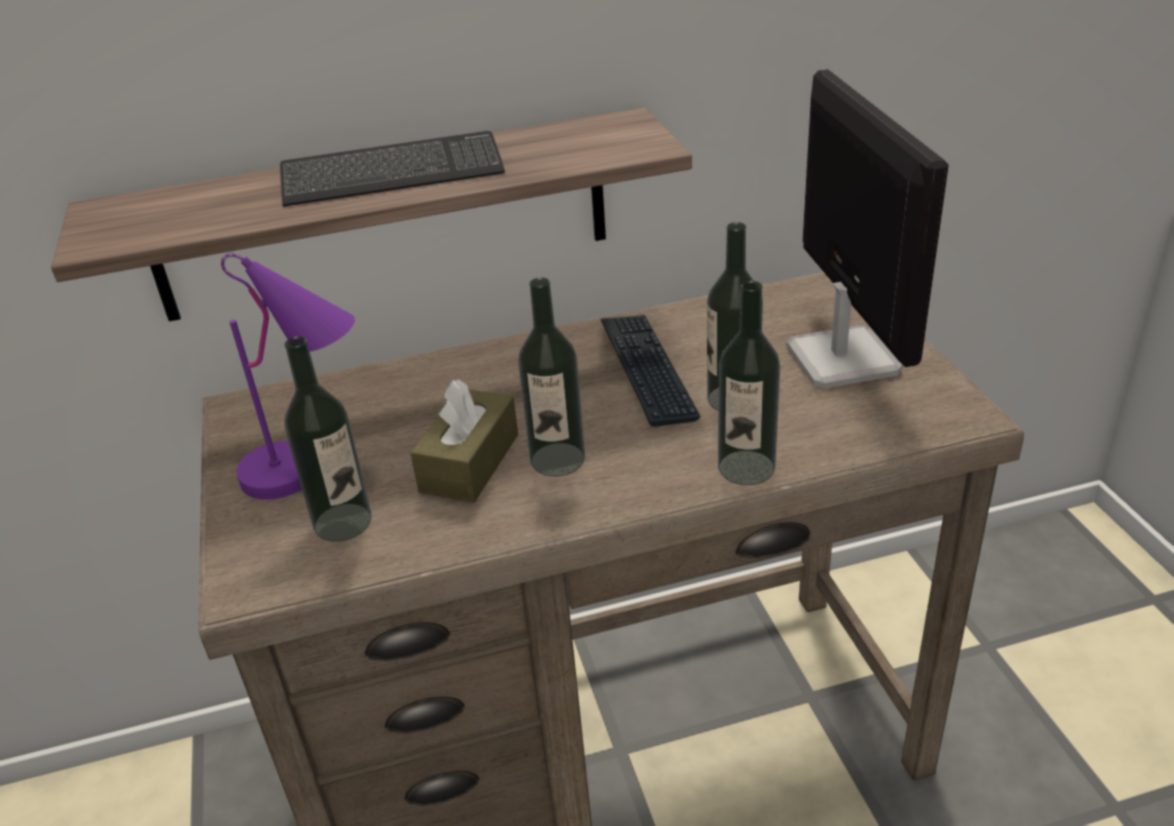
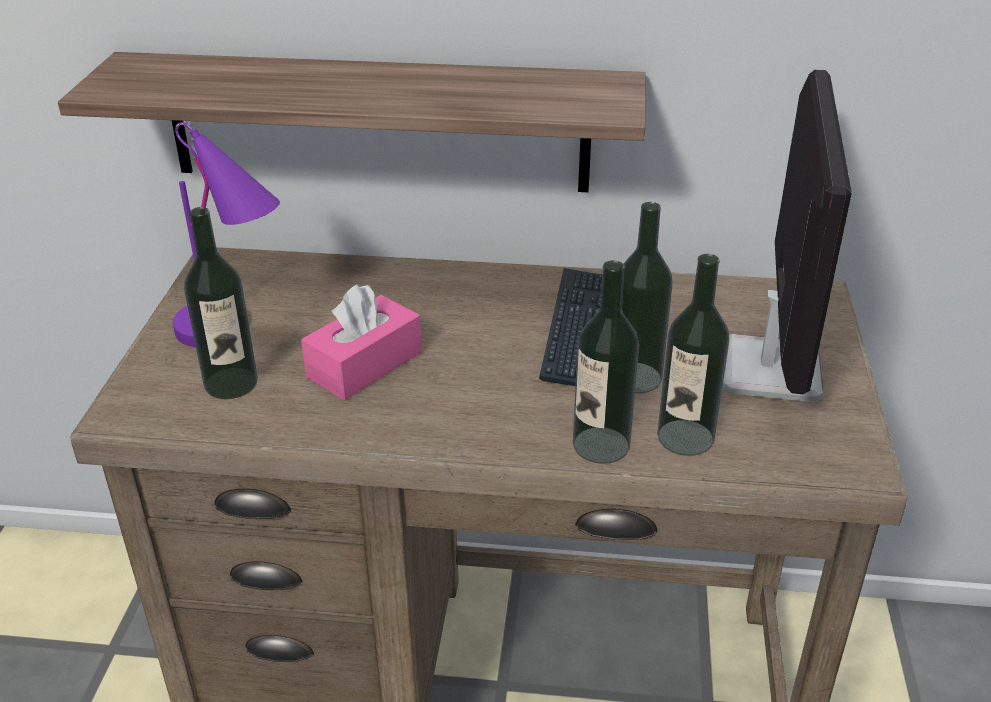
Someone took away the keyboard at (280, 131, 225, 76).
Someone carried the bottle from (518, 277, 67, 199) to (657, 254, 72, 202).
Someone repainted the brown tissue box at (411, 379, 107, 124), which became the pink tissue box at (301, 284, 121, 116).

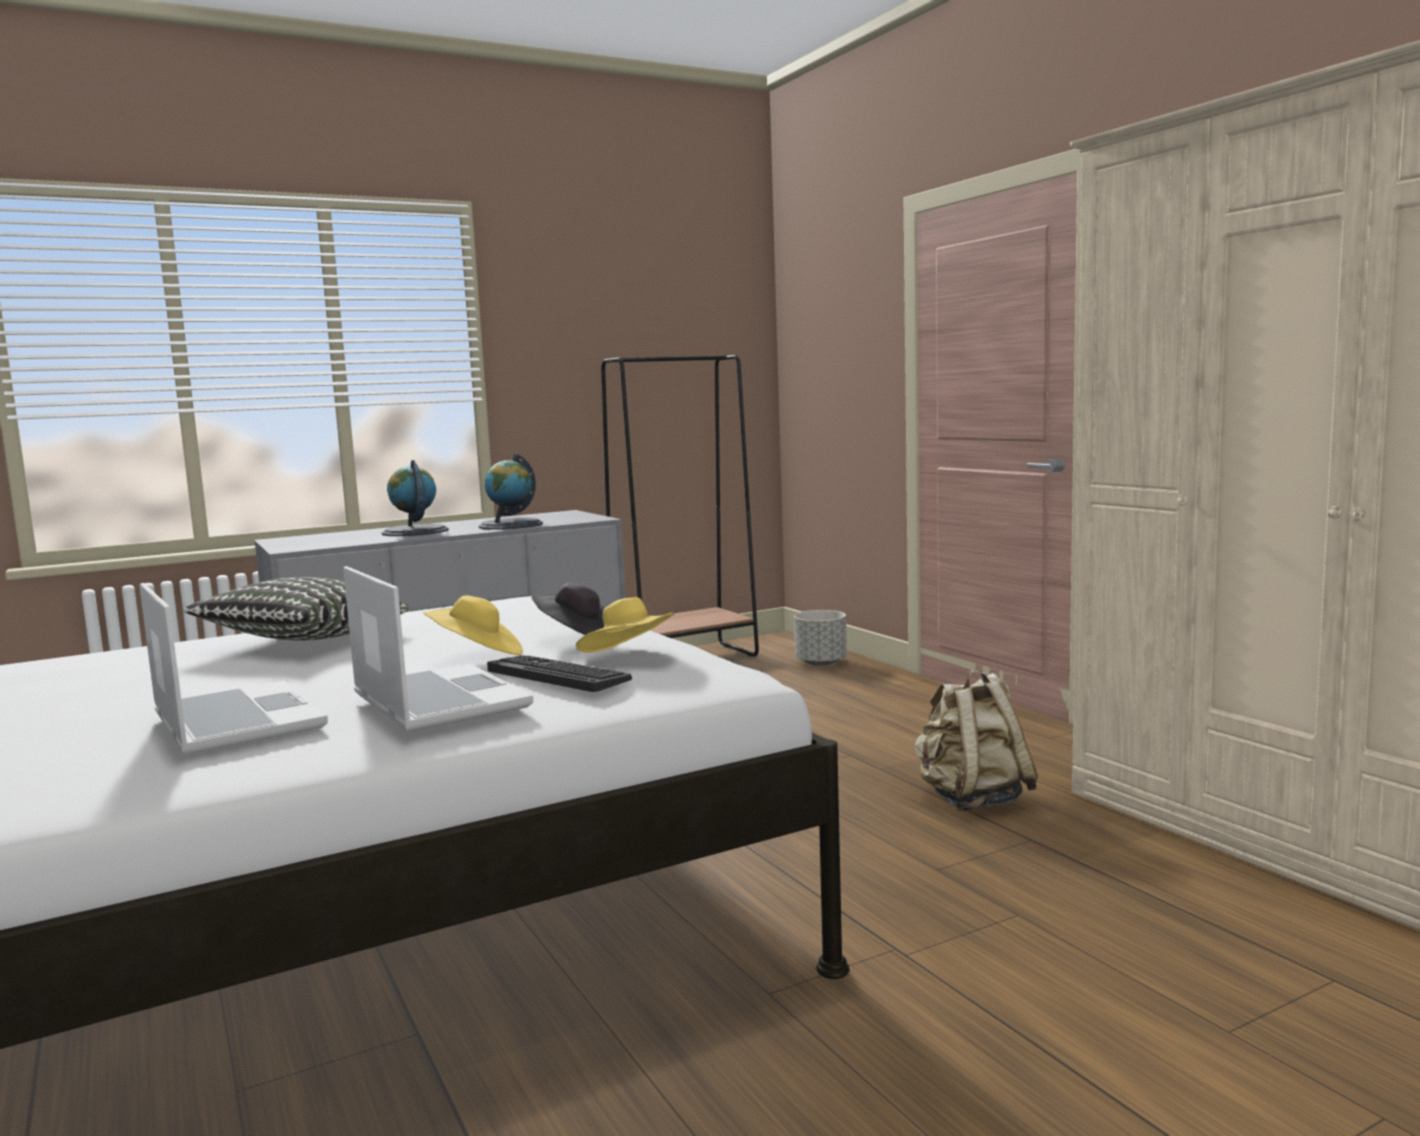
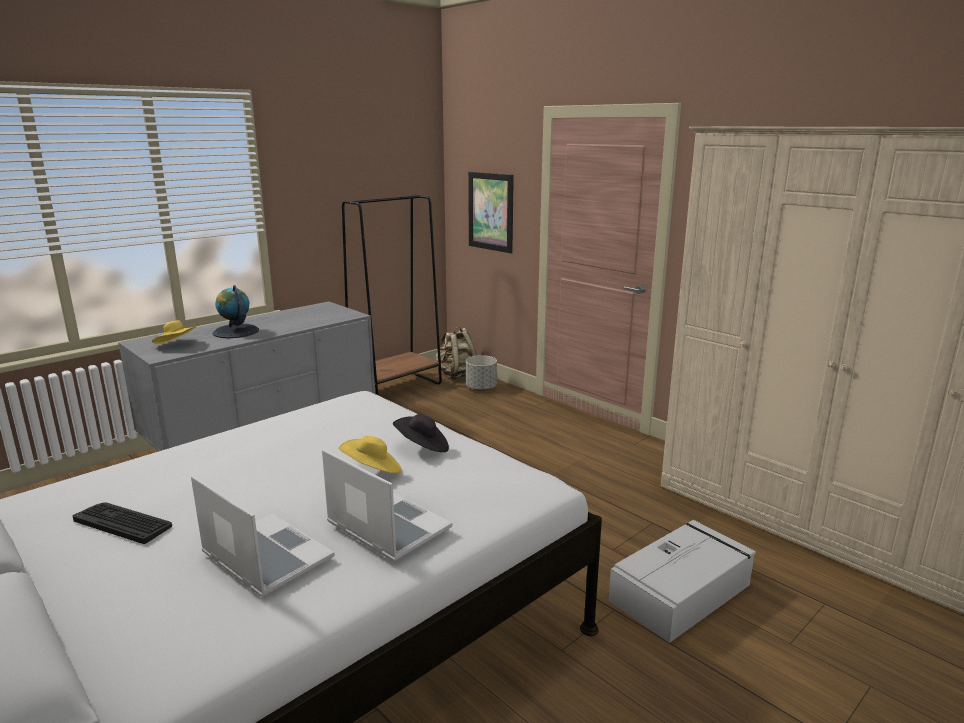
Someone took away the globe at (479, 454, 64, 76).
Someone took away the pillow at (183, 577, 225, 63).
Someone carried the yellow hat from (576, 597, 98, 56) to (152, 320, 44, 24).
Someone carried the keyboard from (487, 655, 145, 37) to (73, 502, 99, 42).
Someone carried the beige backpack from (914, 670, 124, 141) to (435, 327, 42, 53).
Someone put up the picture at (468, 172, 46, 81).
Someone put down the grey storage box at (608, 520, 148, 123).

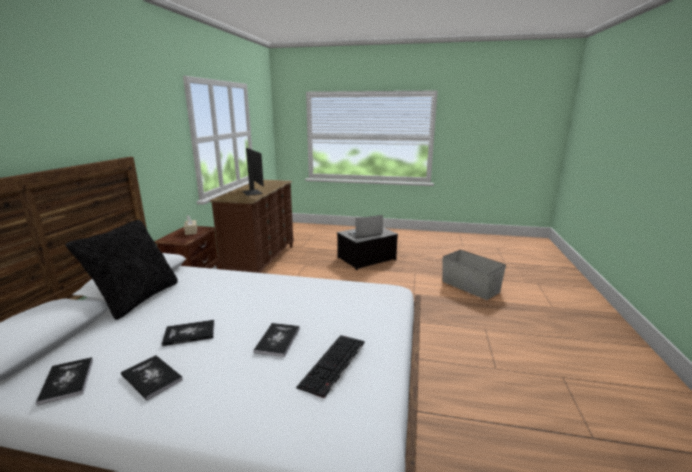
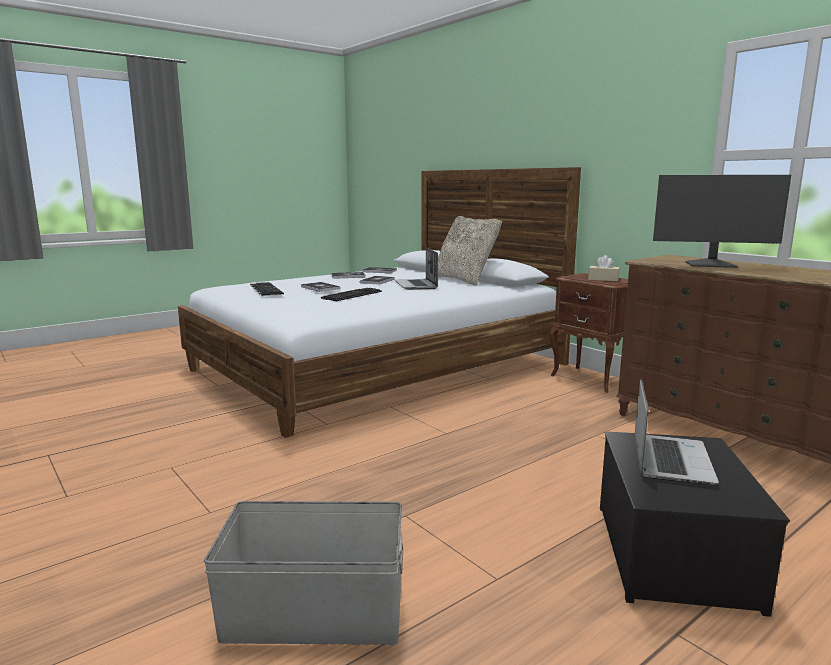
Someone repainted the black pillow at (66, 220, 112, 100), which became the beige pillow at (438, 216, 64, 69).
Someone put down the laptop at (395, 248, 43, 42).
Someone put down the keyboard at (321, 288, 61, 13).

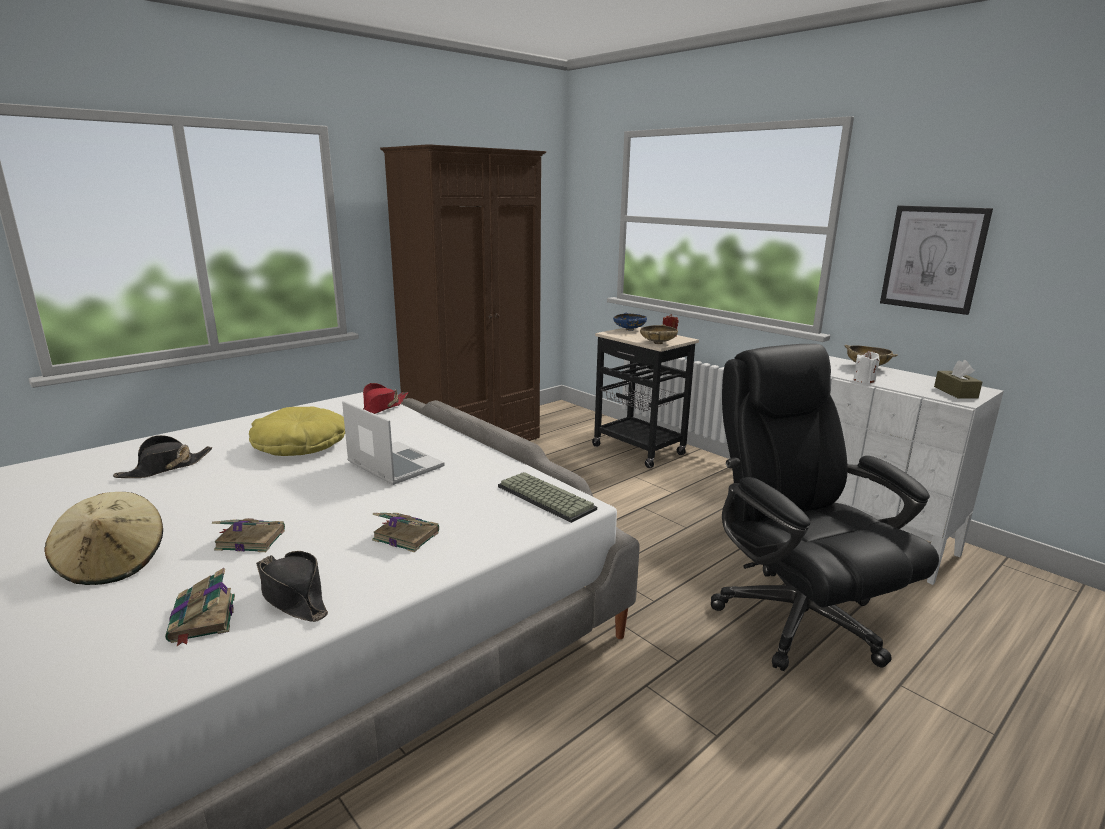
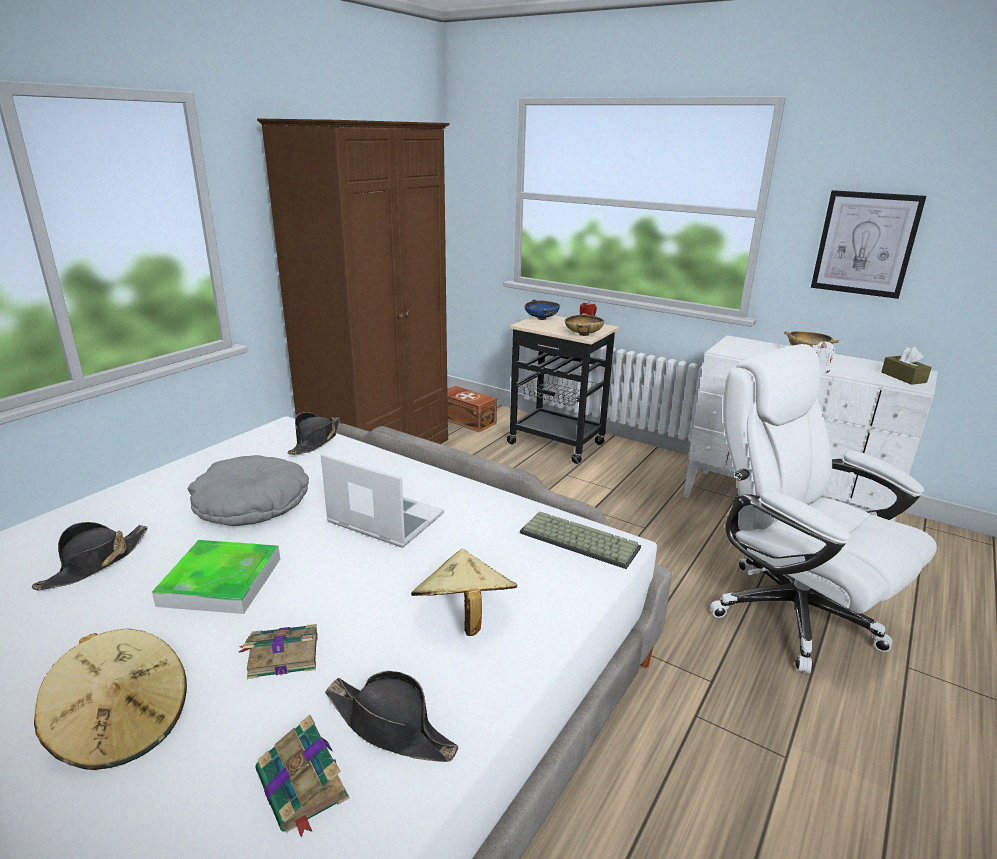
Someone repainted the black office chair at (711, 344, 228, 327), which became the white office chair at (710, 344, 227, 329).
Someone repainted the red hat at (363, 383, 45, 31), which became the black hat at (287, 412, 54, 43).
Someone repainted the yellow pillow at (249, 407, 96, 49), which became the grey pillow at (188, 455, 121, 71).
Someone swapped the book at (372, 513, 67, 39) for the beige hat at (411, 549, 106, 87).
Someone put down the brown storage box at (447, 386, 50, 46).
Someone put down the tray at (152, 540, 128, 74).

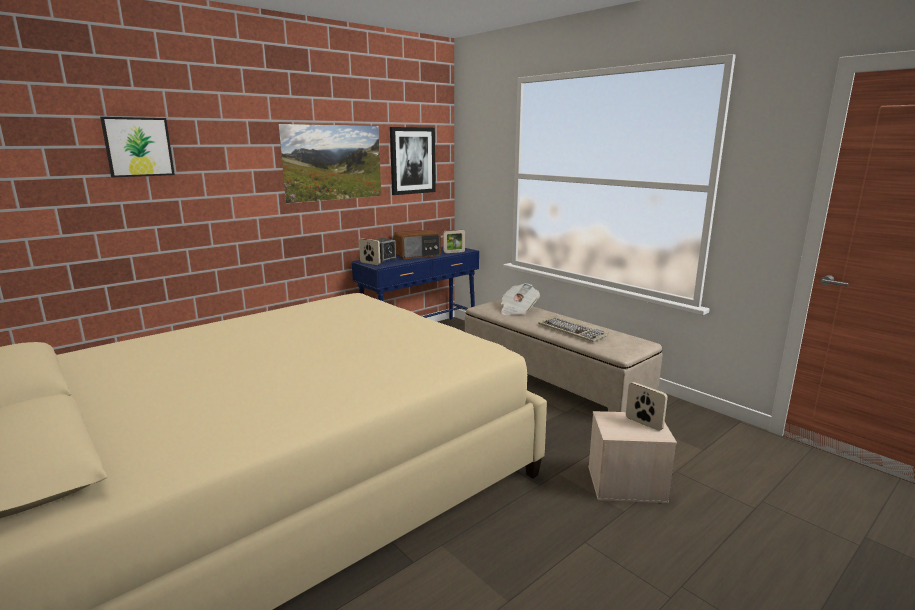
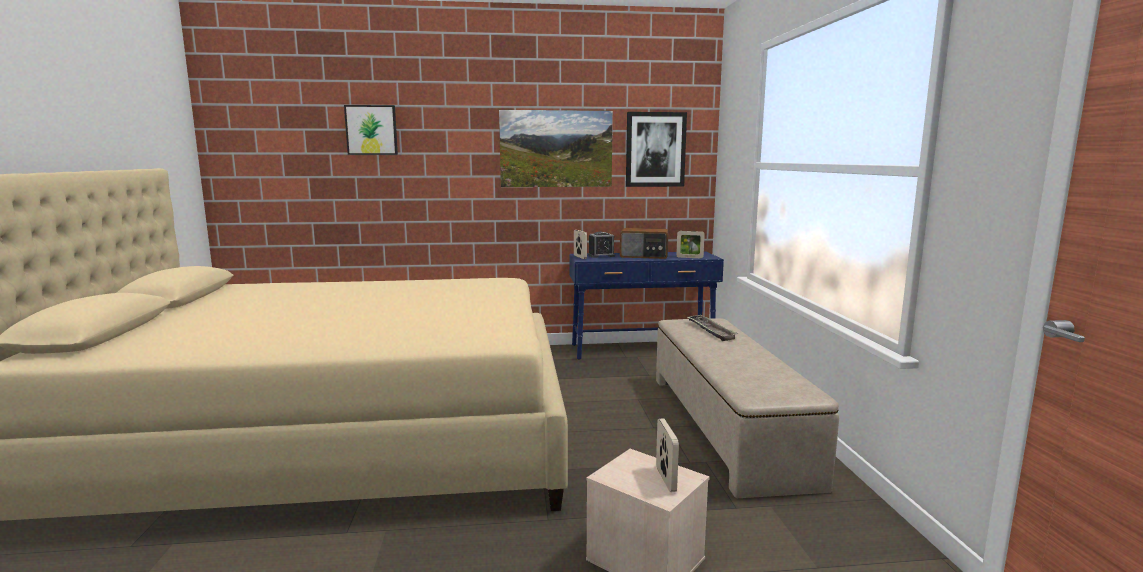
Someone swapped the newspaper at (500, 283, 40, 32) for the tray at (686, 315, 52, 26).
Someone took away the keyboard at (539, 316, 69, 26).

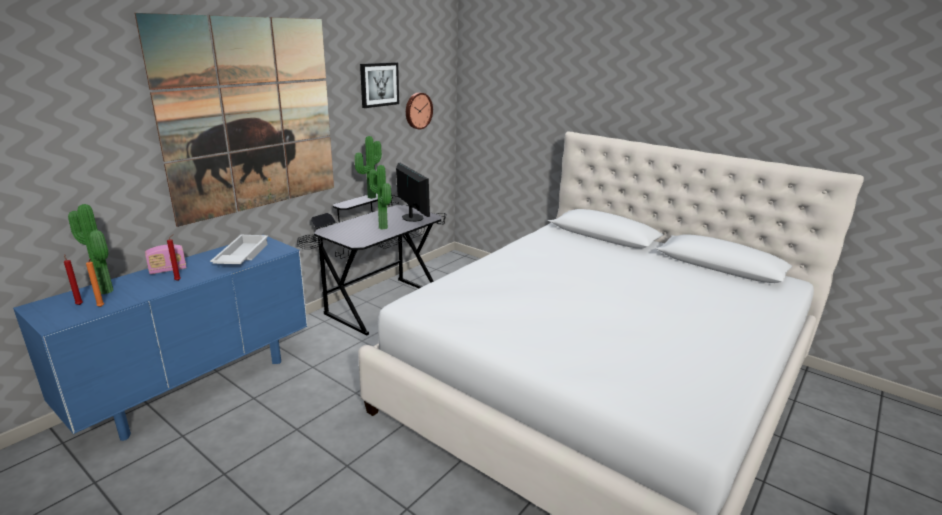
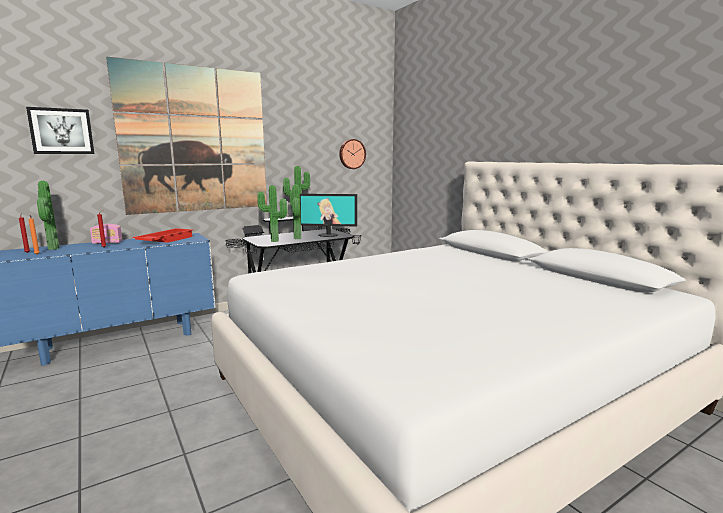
Someone carried the picture from (360, 62, 39, 46) to (26, 107, 68, 47).
Someone rotated the monitor at (396, 163, 34, 59) by 105 degrees clockwise.
Someone repainted the white tray at (210, 235, 58, 29), which became the red tray at (133, 228, 60, 15).
Someone put down the potted plant at (257, 185, 30, 57).

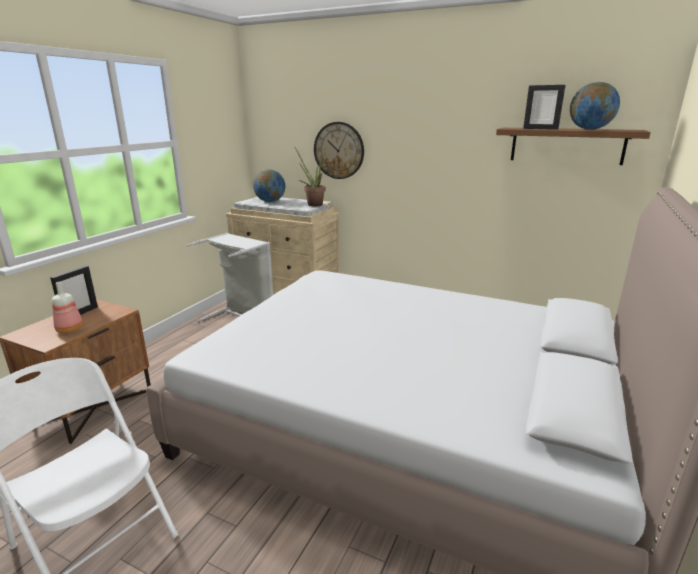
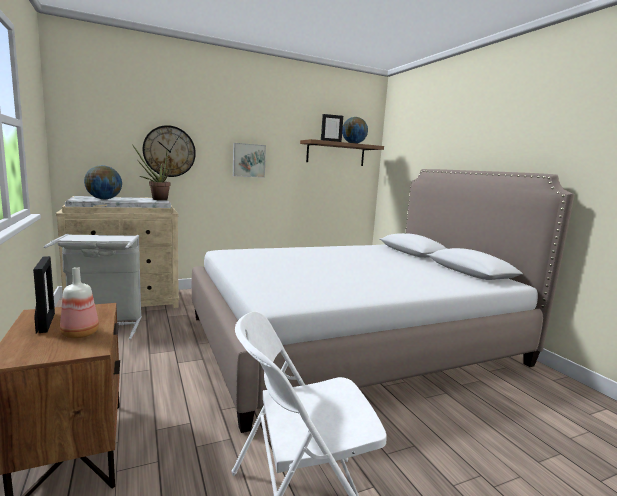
Someone put up the picture at (233, 143, 33, 35).

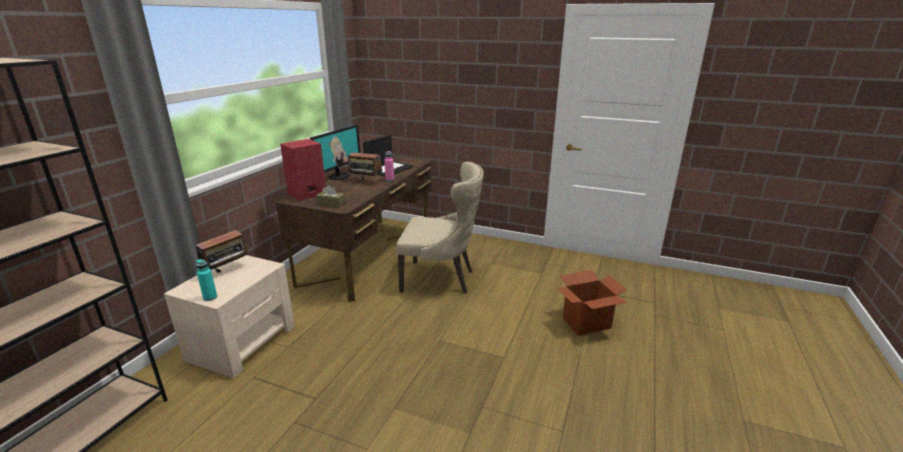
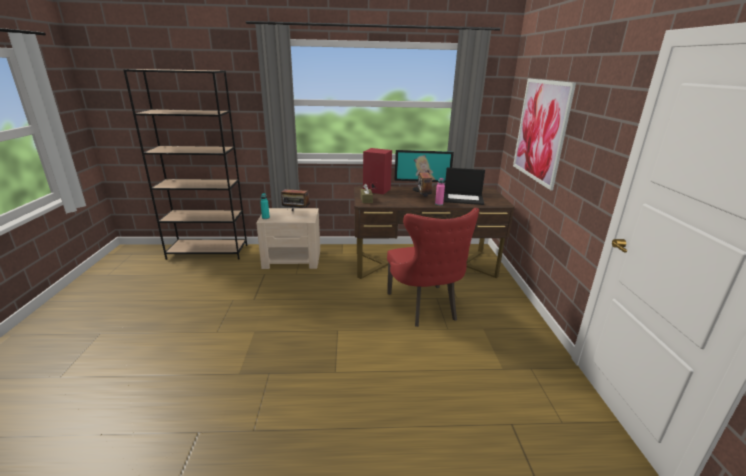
Someone repainted the beige chair at (396, 161, 88, 132), which became the red chair at (387, 208, 92, 119).
Someone took away the cardboard box at (557, 270, 70, 66).
Someone put up the picture at (513, 79, 63, 111).

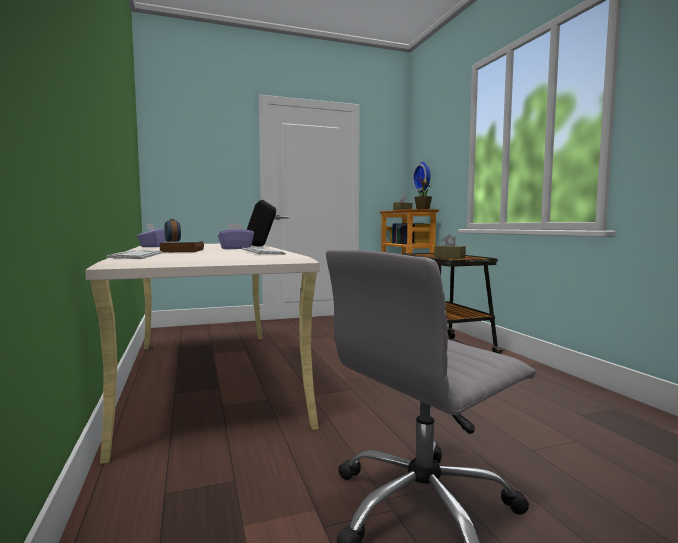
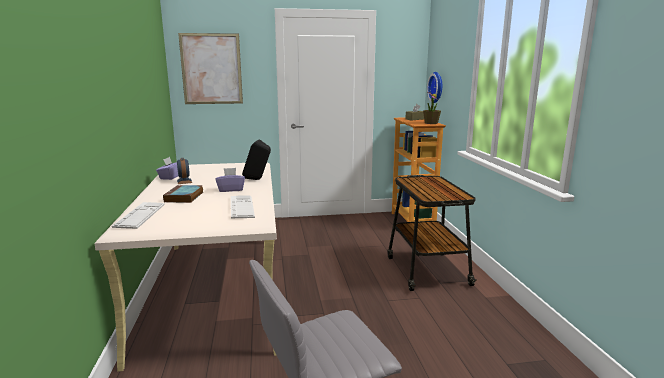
Someone took away the brown tissue box at (434, 235, 32, 24).
Someone put up the picture at (178, 33, 65, 71).

